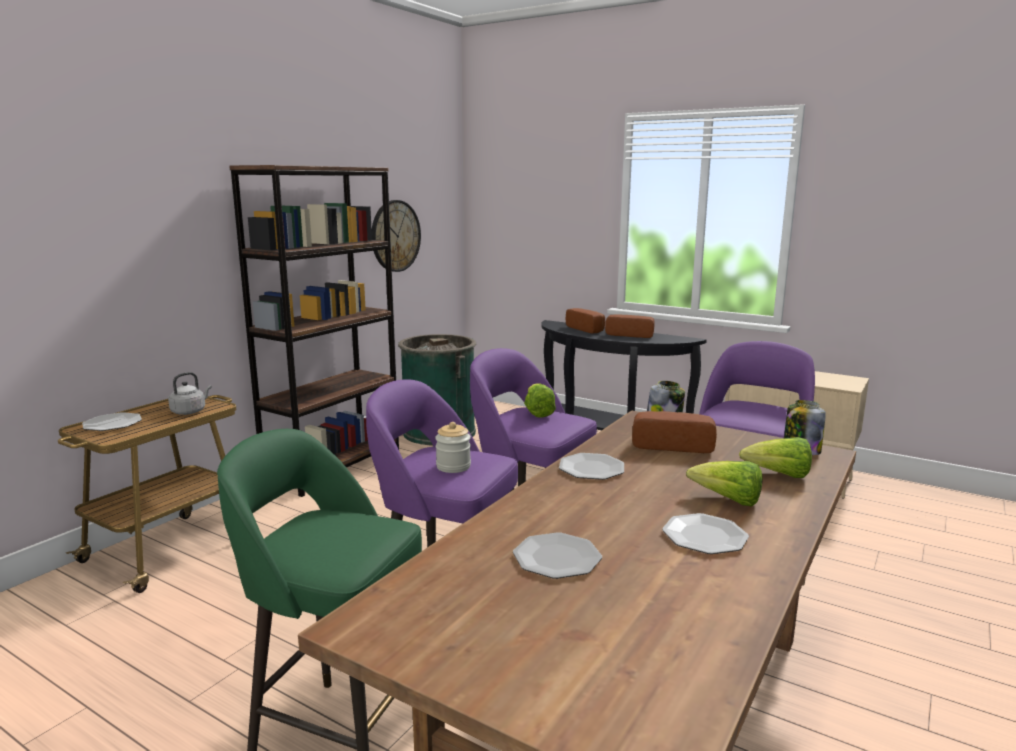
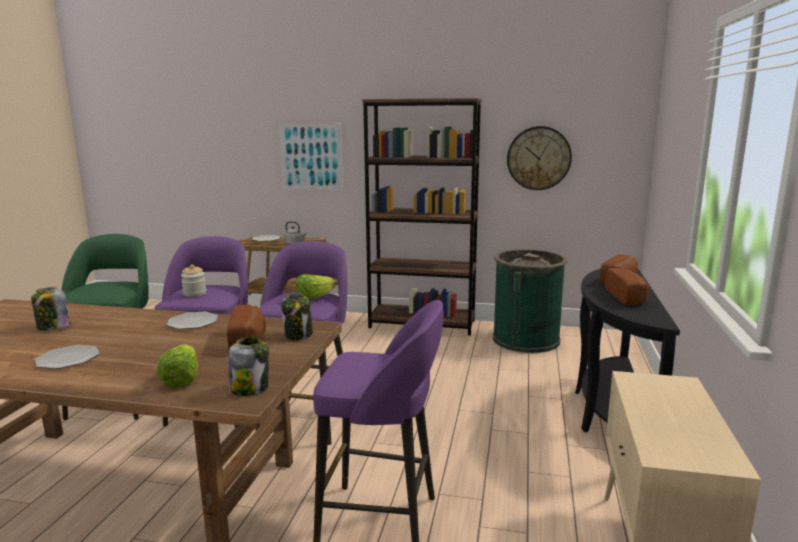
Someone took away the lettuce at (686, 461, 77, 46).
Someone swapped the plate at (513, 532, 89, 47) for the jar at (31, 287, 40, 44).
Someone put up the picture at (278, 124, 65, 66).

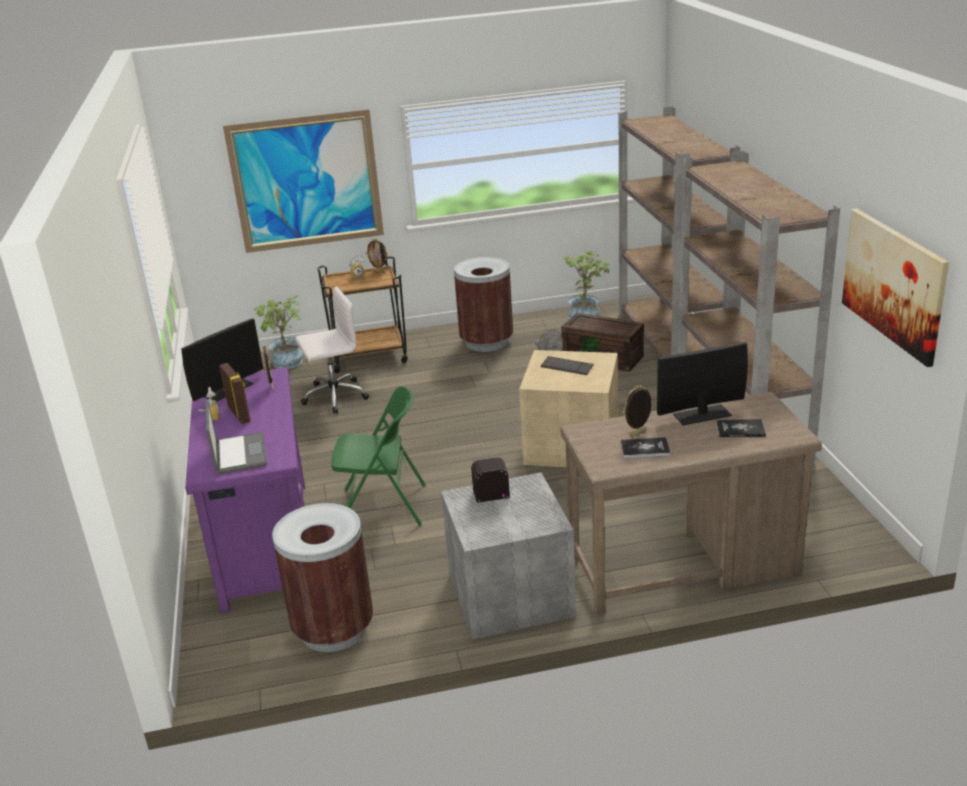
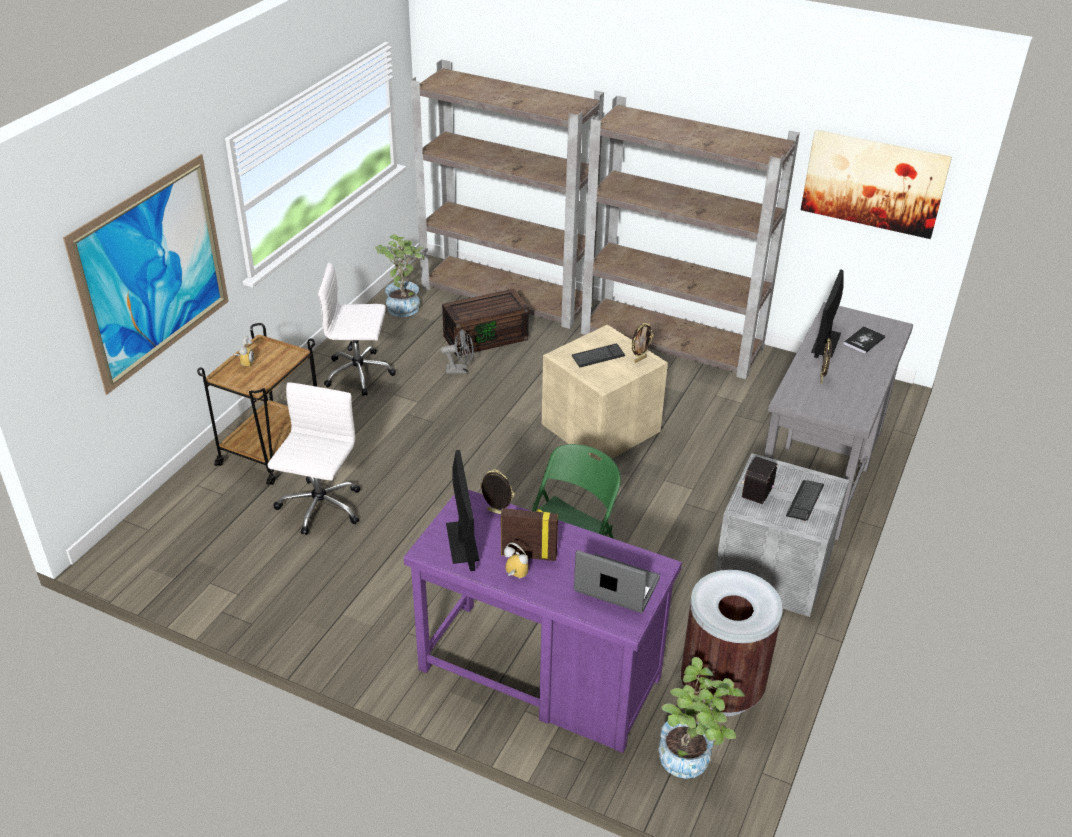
Someone carried the picture frame from (366, 239, 22, 34) to (632, 323, 21, 40).
Someone swapped the brown trash can at (454, 257, 59, 95) for the white office chair at (318, 262, 78, 134).
Someone carried the potted plant from (254, 295, 49, 74) to (658, 657, 87, 122).
Someone repainted the brown desk at (560, 392, 262, 222), which became the grey desk at (764, 302, 149, 238).
Someone took away the book at (620, 437, 51, 21).
Someone put down the keyboard at (786, 480, 38, 41).

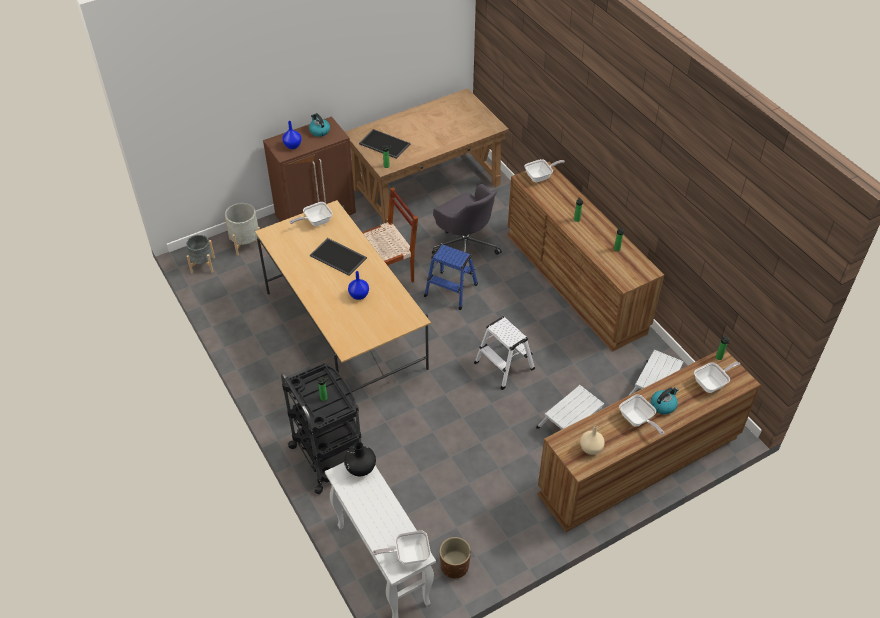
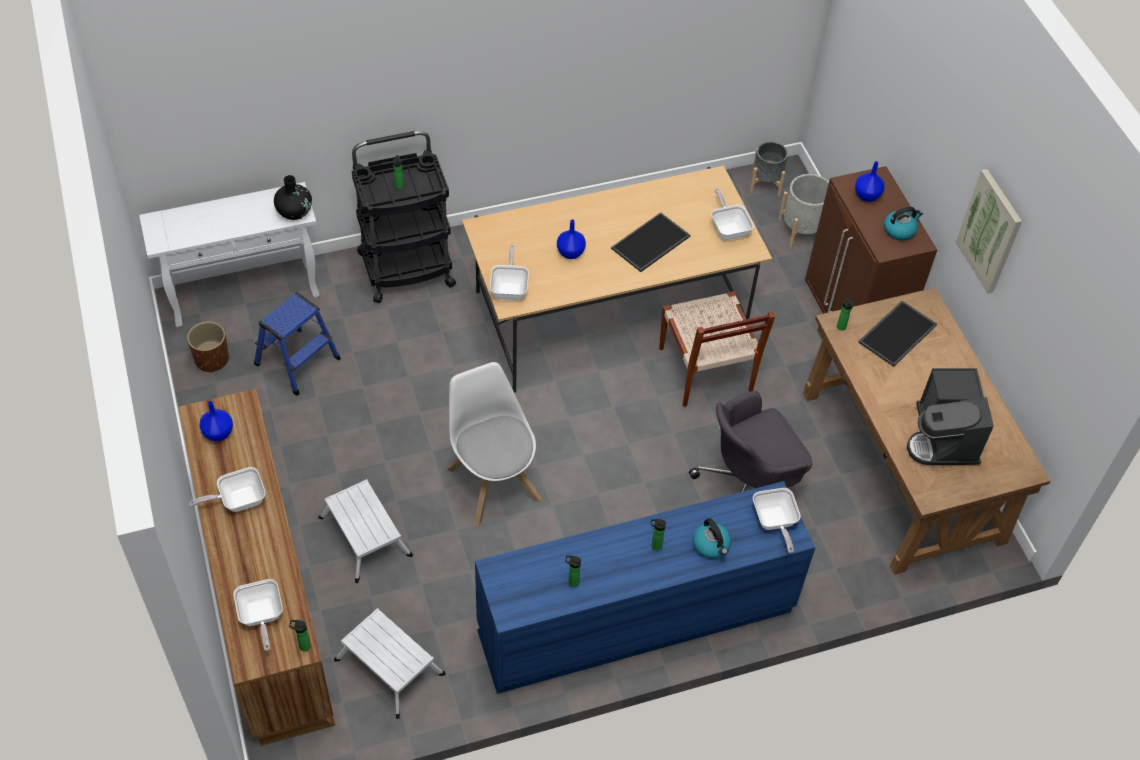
Someone repainted the brown dresser at (507, 162, 157, 190), which became the blue dresser at (475, 481, 340, 213).
Someone carried the blue step ladder from (424, 244, 54, 66) to (254, 292, 87, 104).
Someone swapped the white step ladder at (474, 316, 61, 74) for the chair at (447, 362, 95, 164).
Someone carried the kettle from (651, 387, 27, 27) to (693, 518, 38, 41).
Someone repainted the beige vase at (580, 425, 25, 30), which became the blue vase at (199, 401, 34, 41).
Someone carried the frying pan from (372, 530, 59, 34) to (490, 245, 39, 55).
Someone put up the picture at (956, 169, 66, 124).
Someone put down the coffee machine at (907, 368, 87, 97).

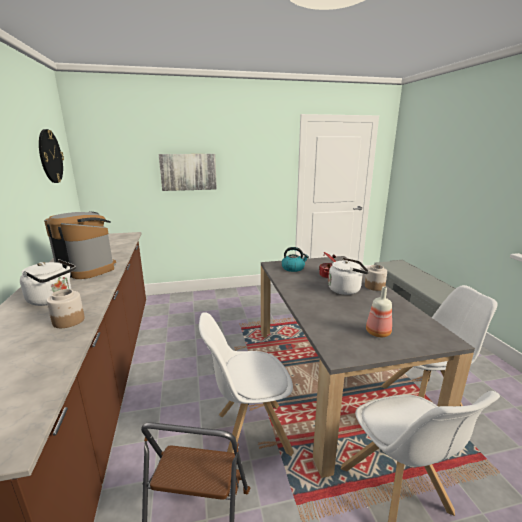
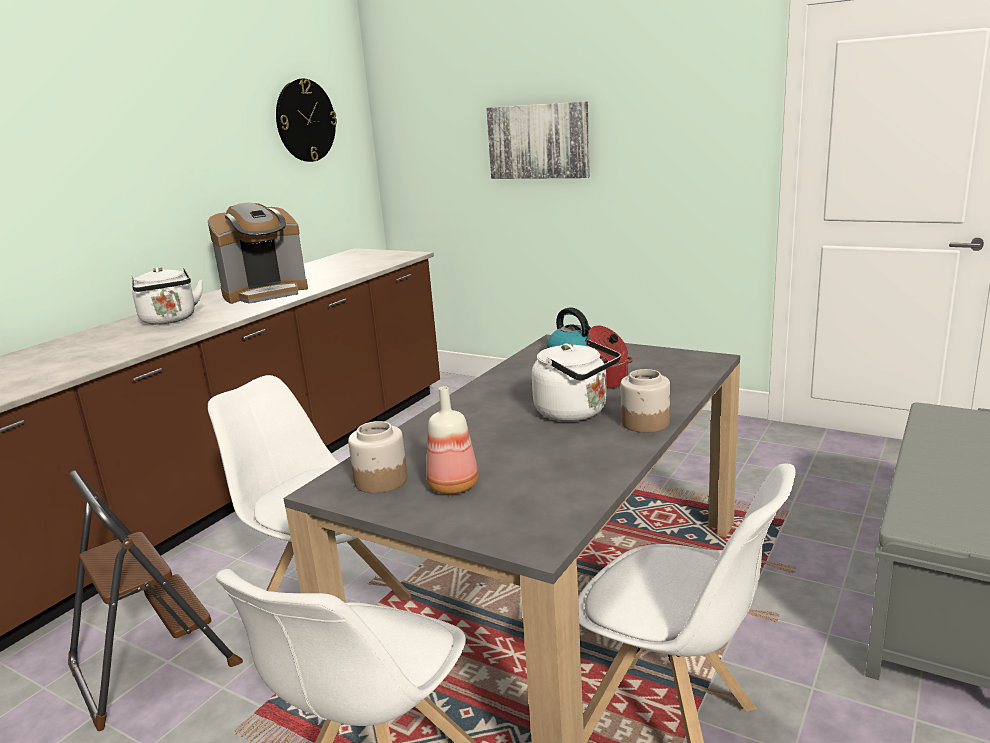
Someone rotated the coffee machine at (44, 211, 72, 68) by 75 degrees clockwise.
Someone carried the jar from (47, 289, 38, 39) to (348, 421, 59, 72).

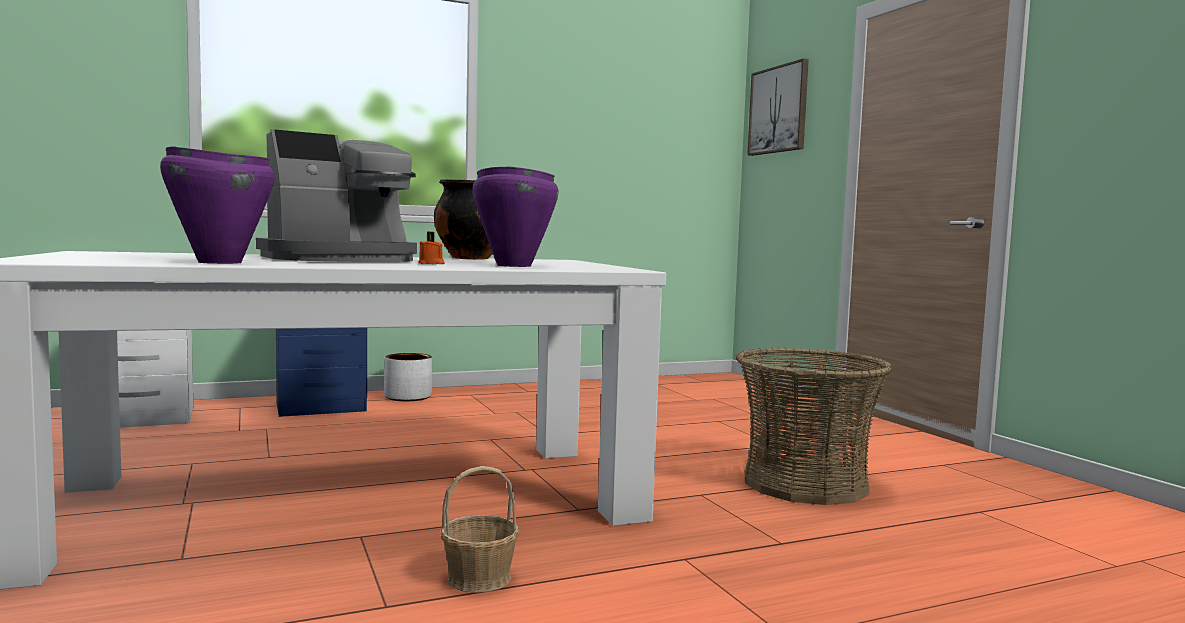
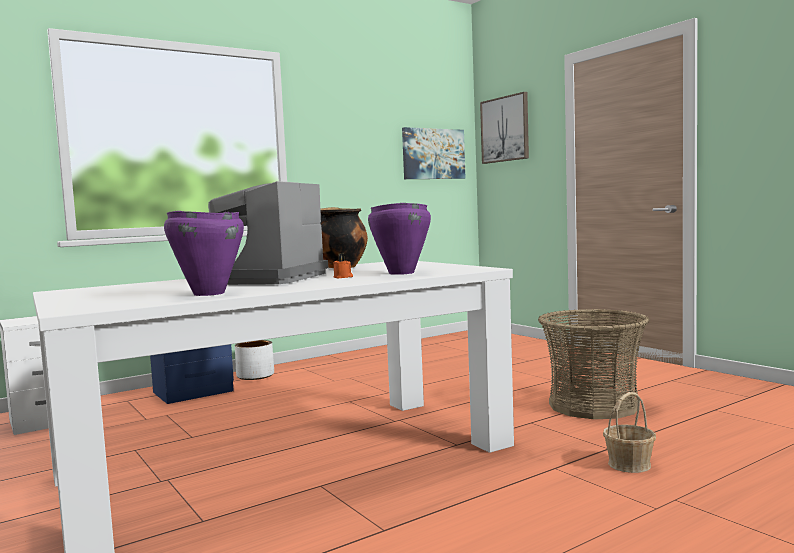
Someone rotated the coffee machine at (256, 129, 161, 133) by 150 degrees clockwise.
Someone carried the basket from (441, 466, 79, 127) to (603, 392, 53, 81).
Someone put up the picture at (402, 127, 64, 52).

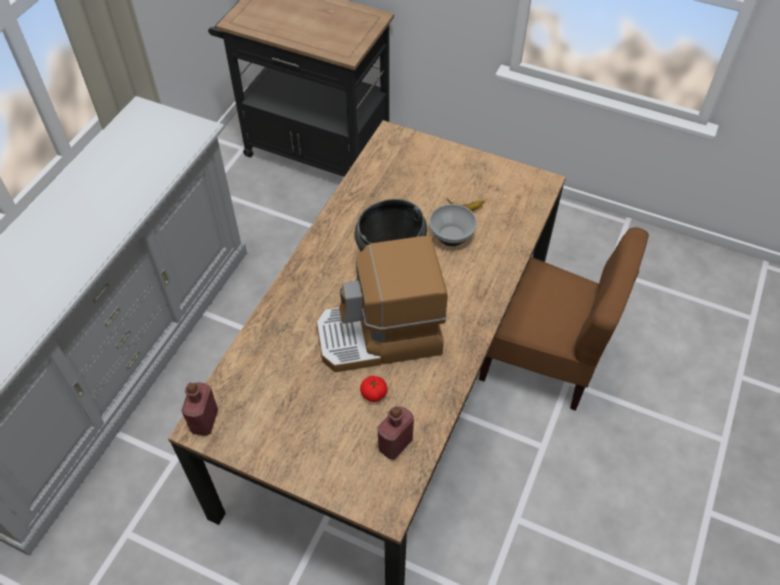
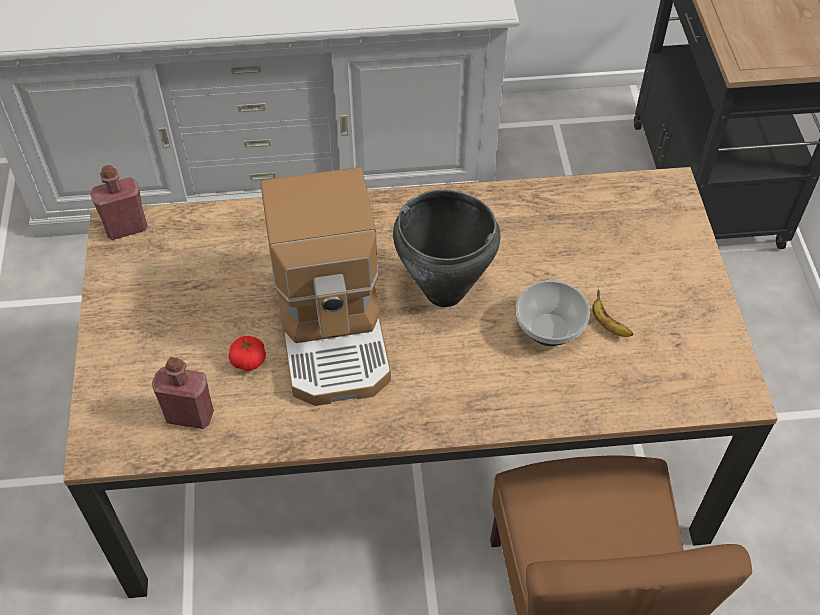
Someone rotated the coffee machine at (316, 236, 132, 136) by 150 degrees counterclockwise.

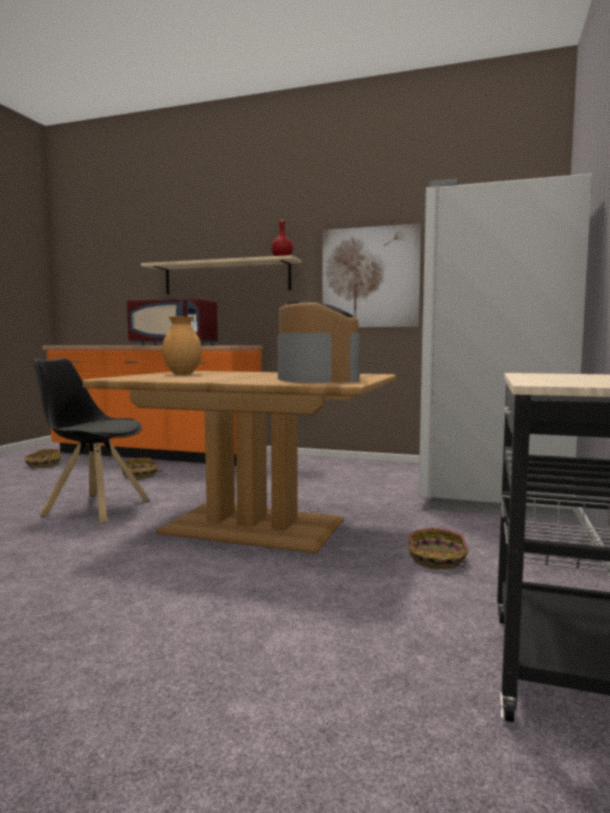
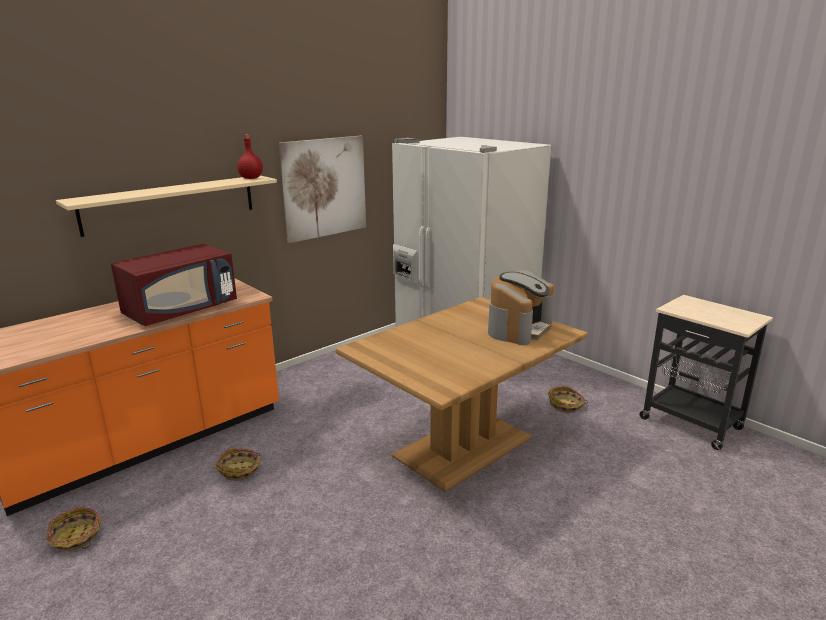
Someone rotated the coffee machine at (278, 301, 82, 82) by 105 degrees clockwise.
Someone took away the brown vase at (162, 316, 40, 59).
Someone took away the black chair at (33, 358, 117, 165).

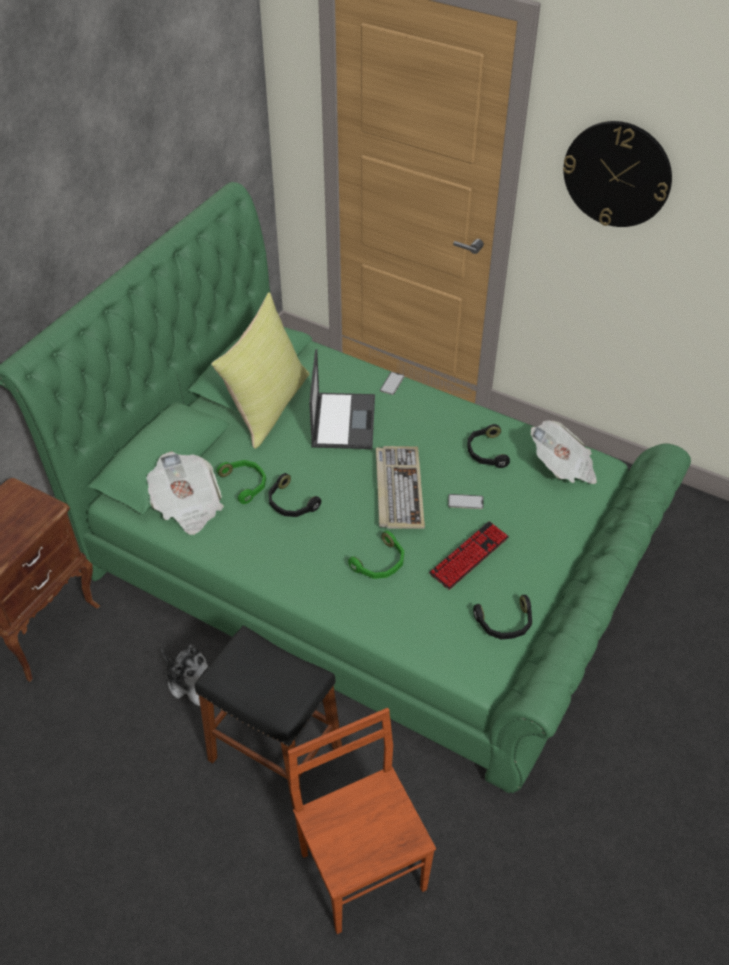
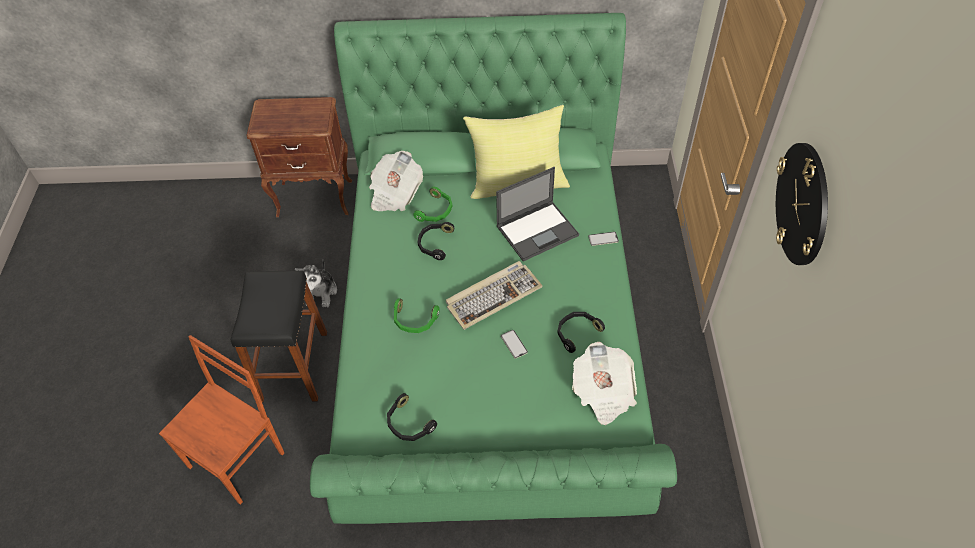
Someone took away the keyboard at (429, 521, 80, 69).

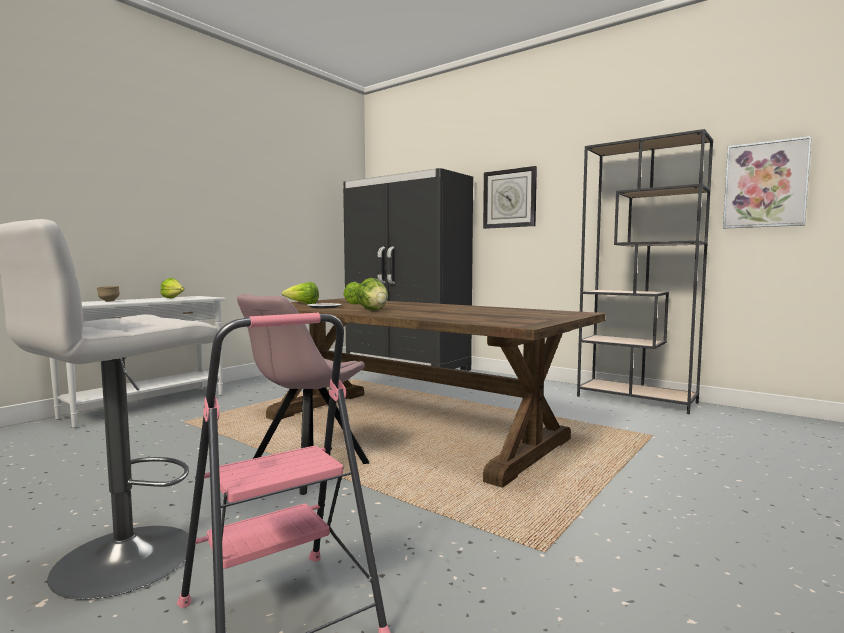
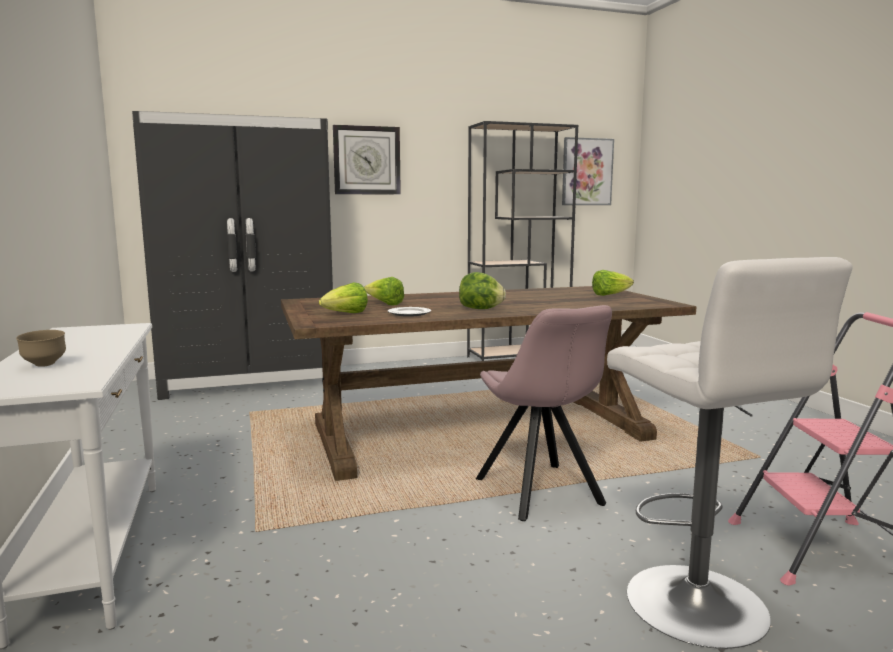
Someone carried the lettuce from (160, 278, 24, 20) to (592, 270, 42, 26).

